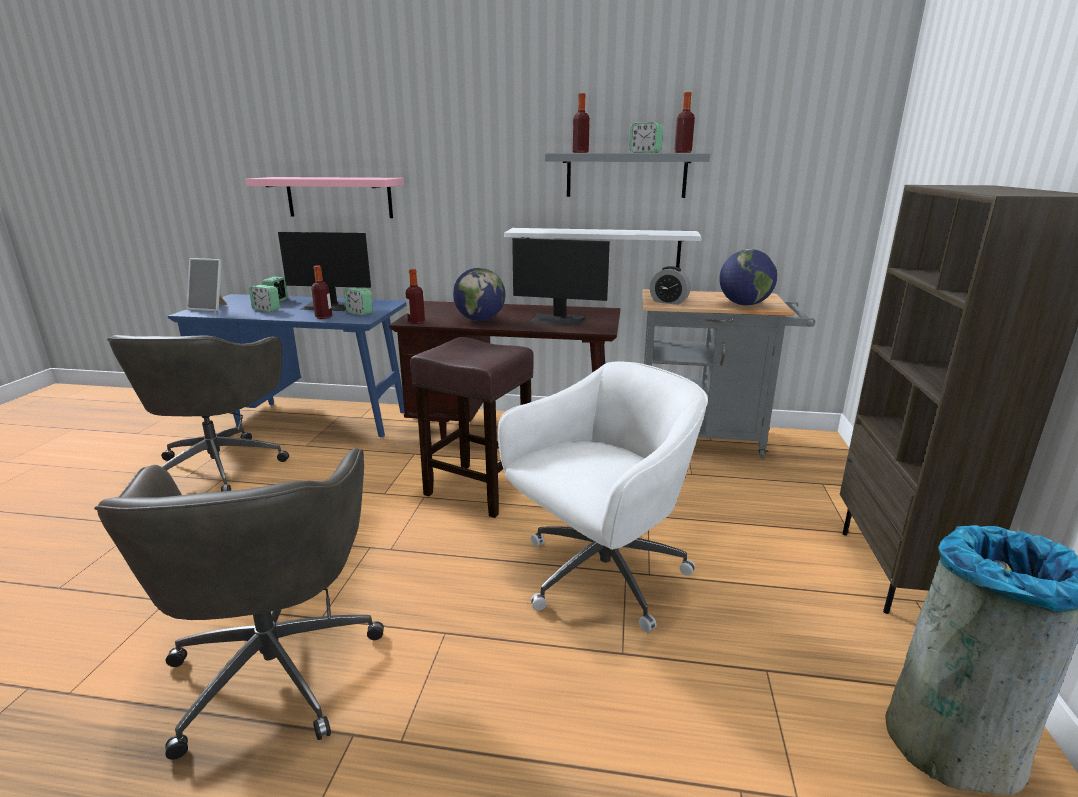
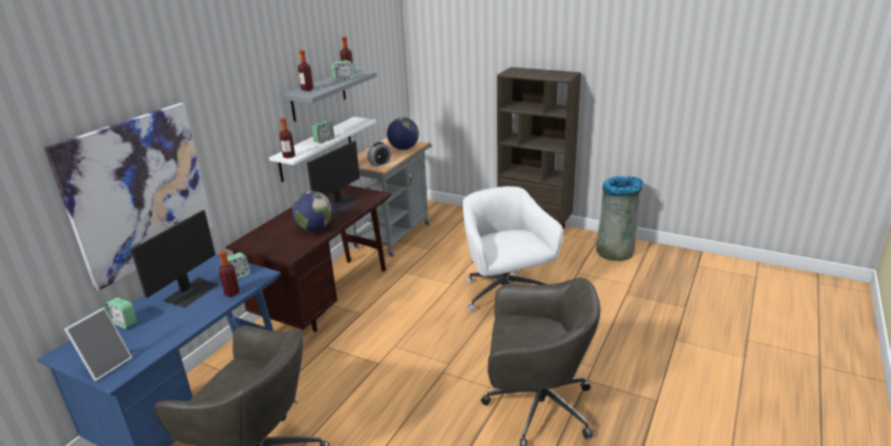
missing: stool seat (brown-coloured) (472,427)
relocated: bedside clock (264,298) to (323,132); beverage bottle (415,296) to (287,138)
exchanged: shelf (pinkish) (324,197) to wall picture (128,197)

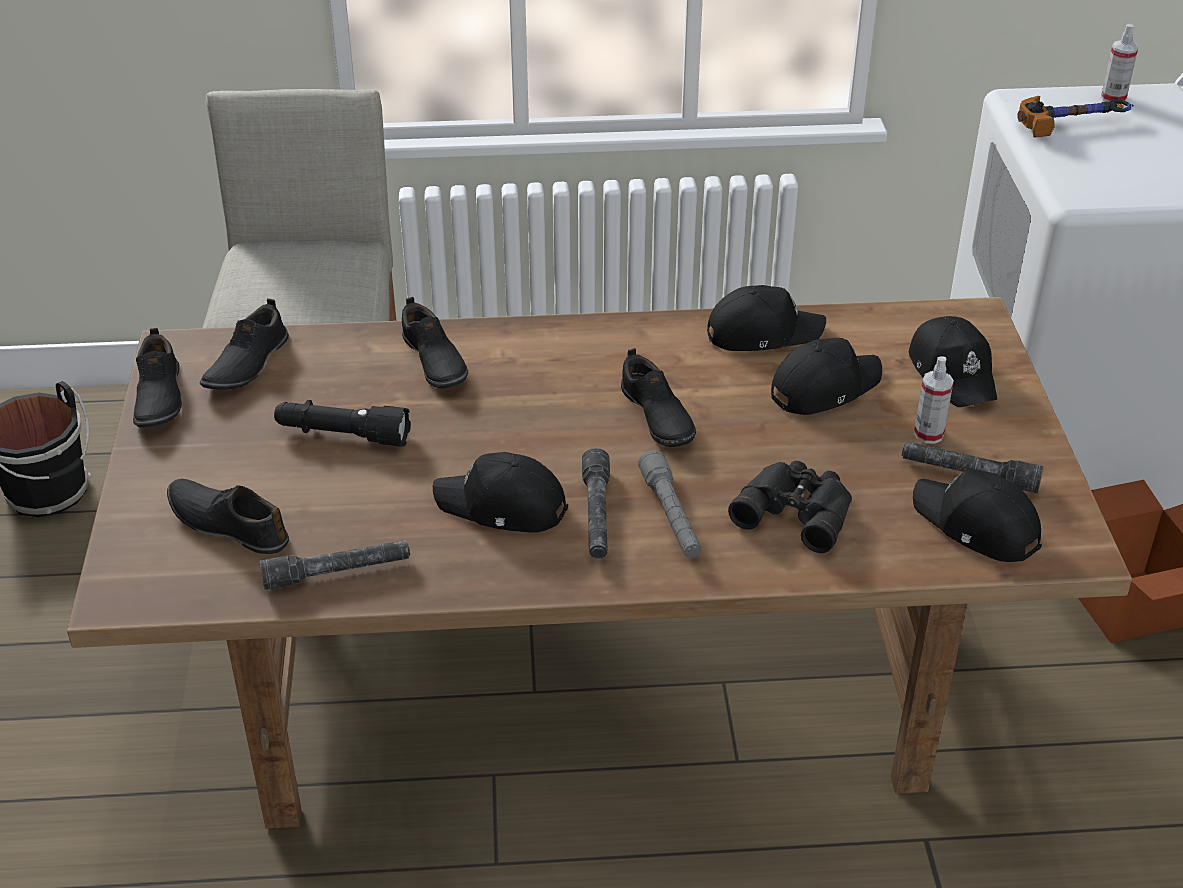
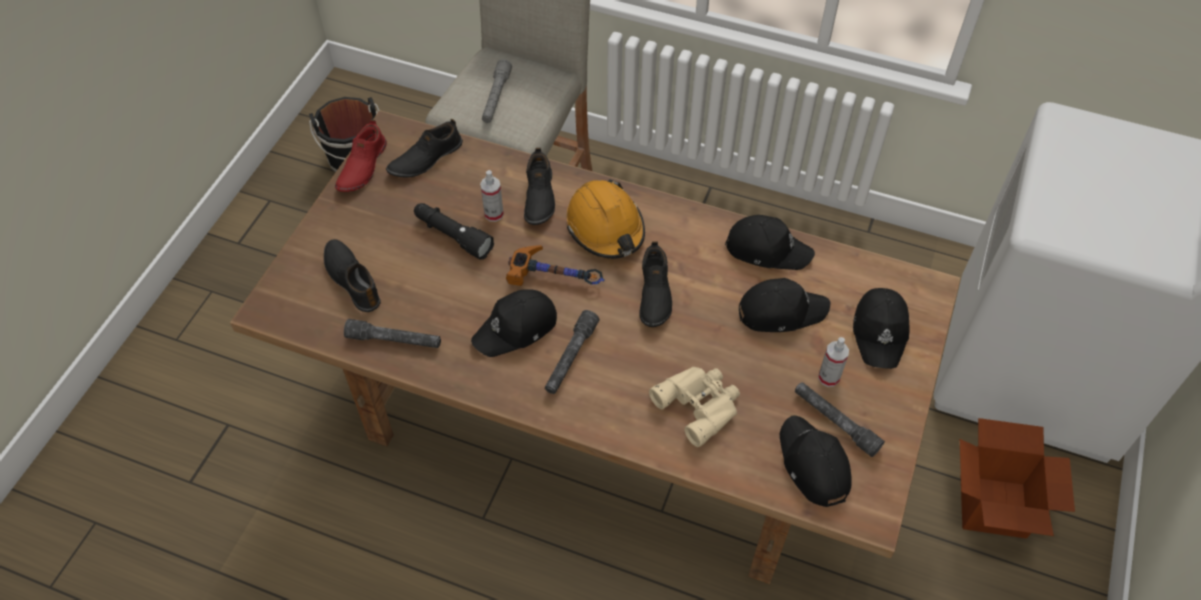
appeared: work helmet (orange) (606,219)
relocated: hand torch (greyish) (669,504) to (497,91); tool hammer (1075,117) to (555,265); sprayer (1119,63) to (492,196)
colour: low shoe (blackish) (157,377) to low shoe (red-coloured) (361,155); field glasses (blackish) (790,507) to field glasses (sand-coloured) (694,407)
spun: baseball cap (blackish) (500,492) = (514,323) 75 degrees counterclockwise

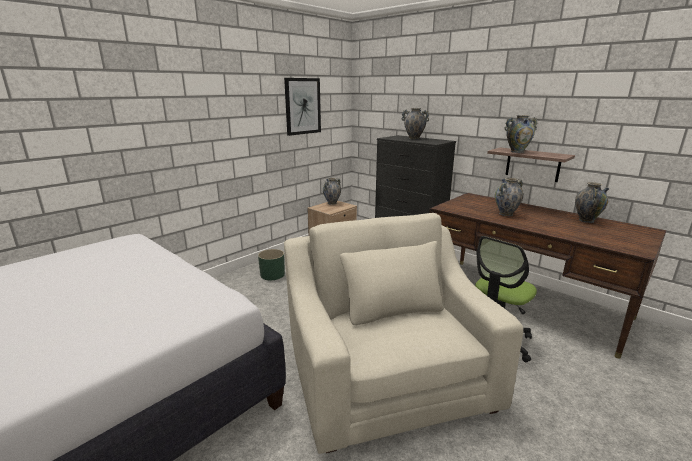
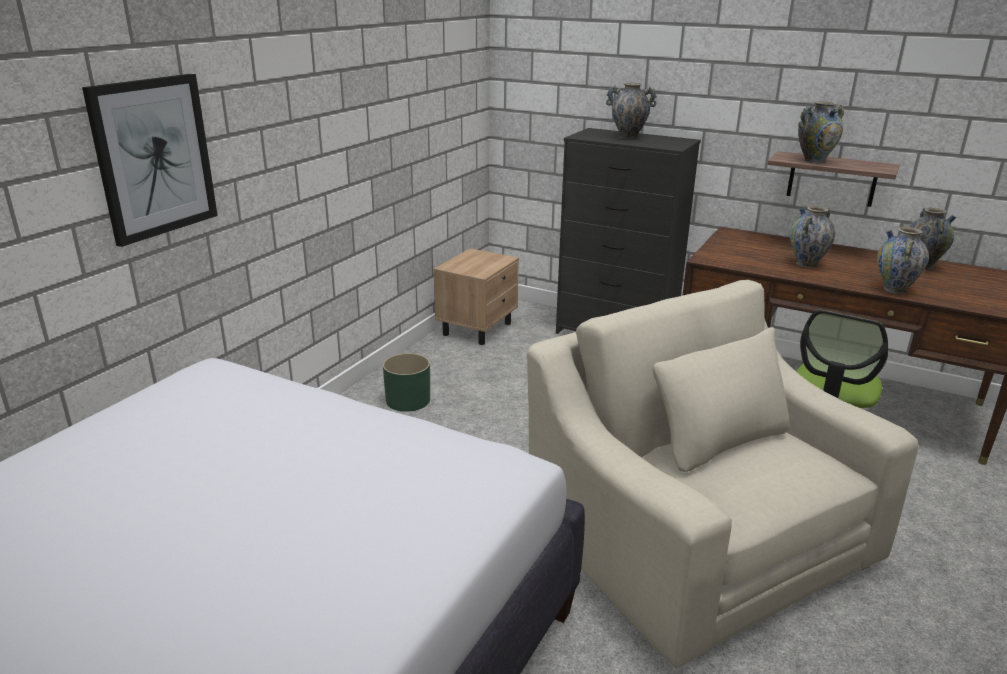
relocated: wall picture (302,107) to (150,160); vase (332,191) to (903,260)

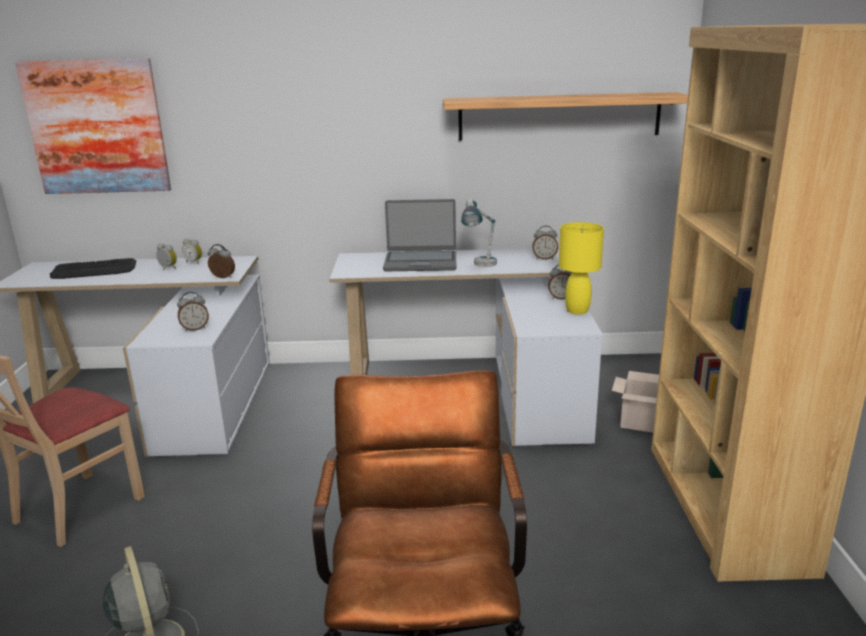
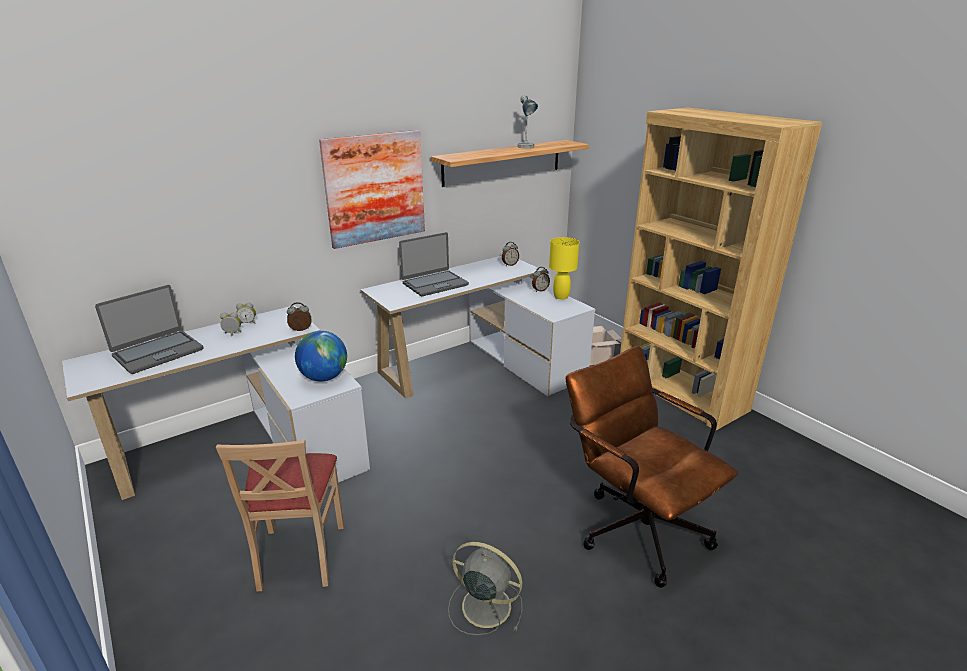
relocated: wall picture (93,126) to (372,189); tabletop lamp (479,233) to (528,122)
exchanged: PC keyboard (93,268) to notebook computer (149,329); bedside clock (193,311) to world globe (321,356)

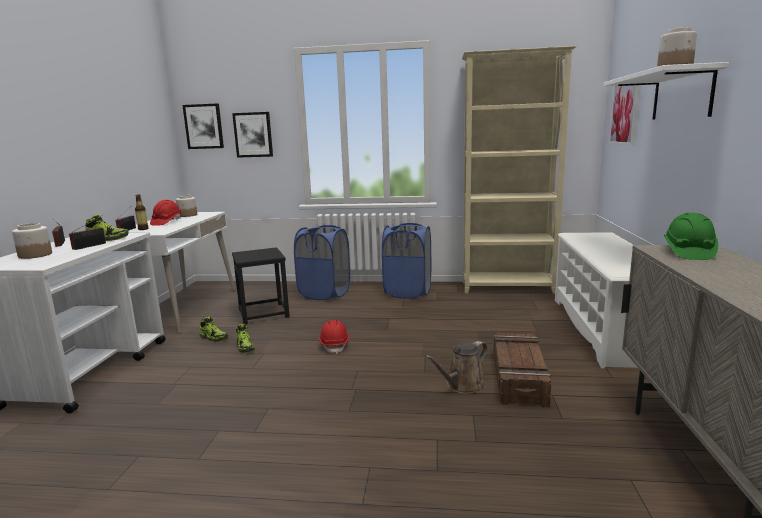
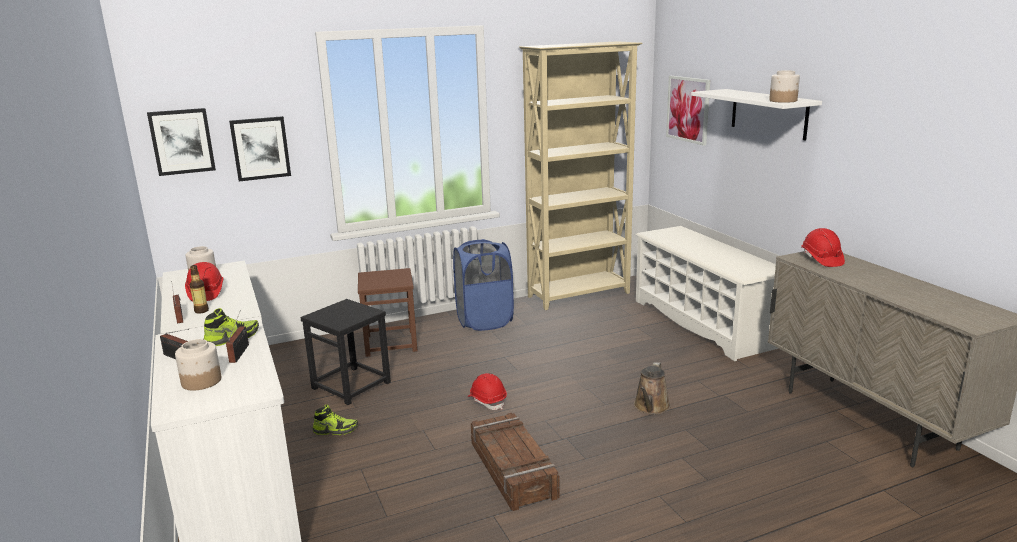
missing: low shoe (245,338)
relocated: packing crate (522,369) to (515,462)
exchanged: hamper (blue-coloured) (322,262) to stool seat (brown-coloured) (387,312)
colour: work helmet (green) (691,236) to work helmet (red-coloured) (823,247)

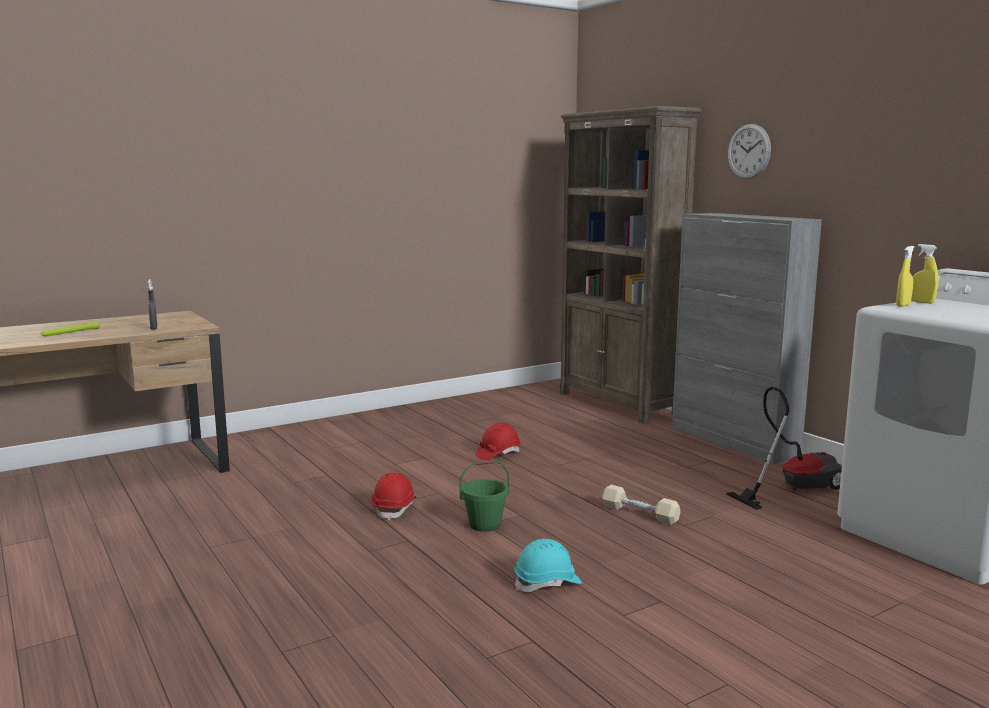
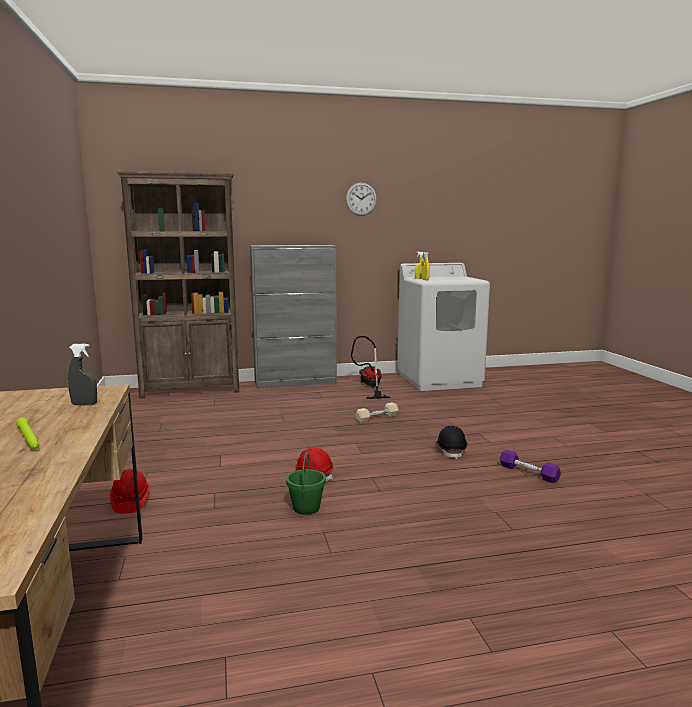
appeared: free weight (purplish) (530,466)
relocated: bucket (green) (485,496) to (306,483); work helmet (red-coloured) (498,441) to (130,491); wall clock (749,151) to (361,199)
colour: work helmet (blue-green) (548,565) to work helmet (blackish) (451,442)

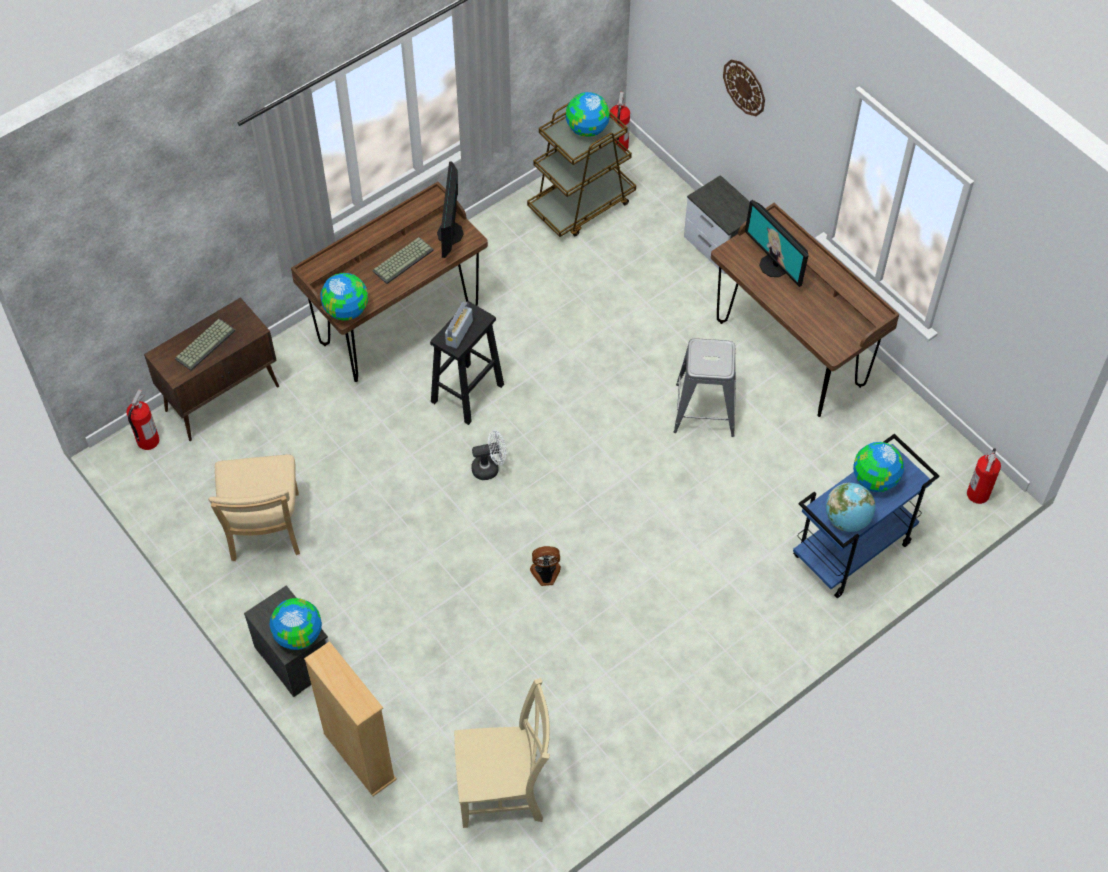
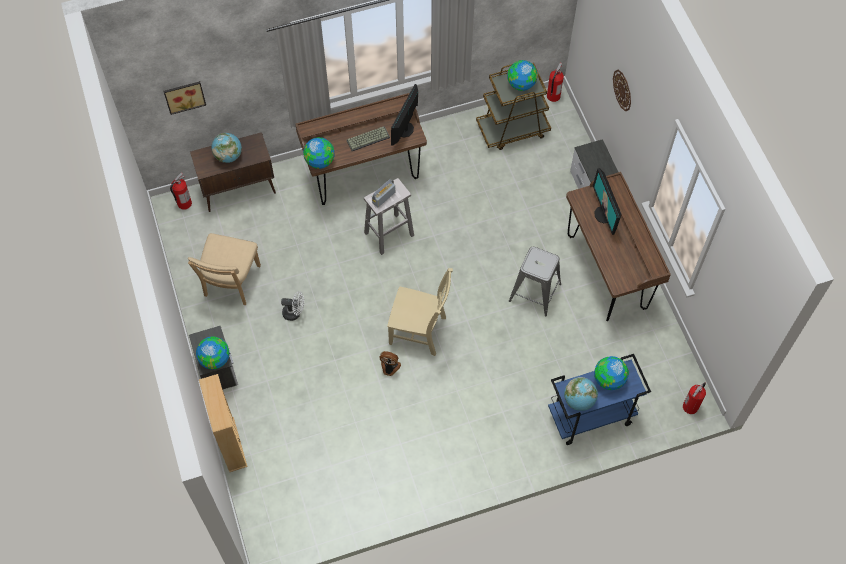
appeared: wall picture (185,98)
relocated: plain chair (sand-coloured) (502,753) to (420,312); cooling fan (white-coloured) (488,455) to (292,306)
exchanged: PC keyboard (205,345) to world globe (226,148)
colour: stool seat (blackish) (467,363) to stool seat (white-coloured) (389,216)

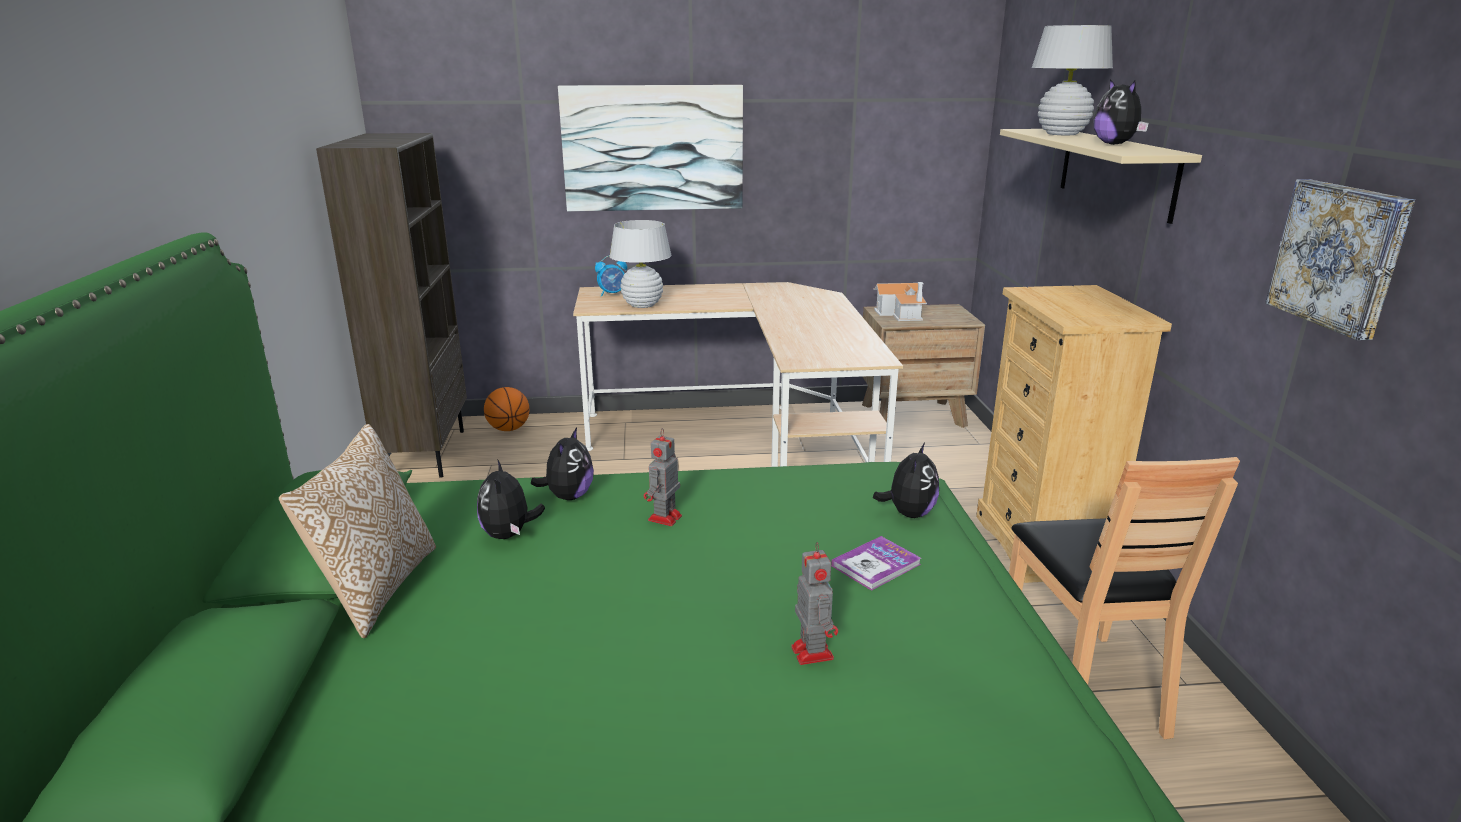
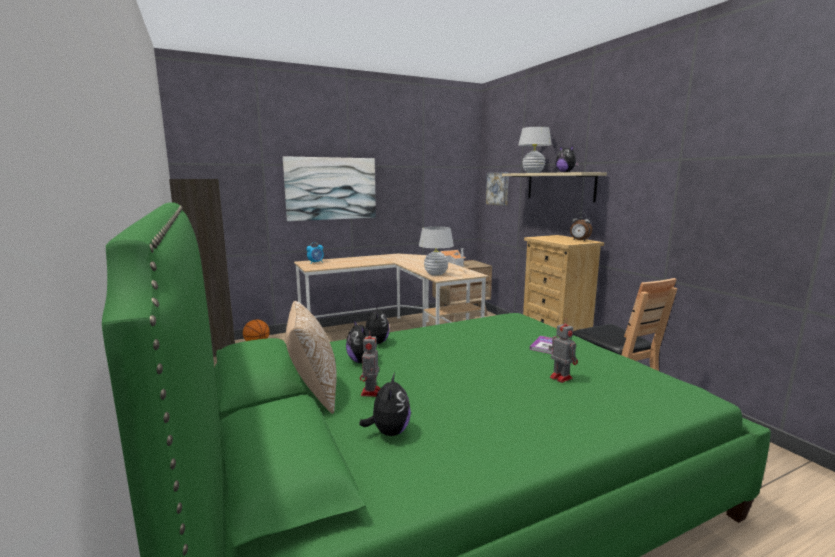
appeared: bedside clock (581,227)
relocated: tabletop lamp (white-coloured) (640,264) to (436,251); model robot (663,477) to (370,363); cuddly toy (906,480) to (385,404); wall picture (1340,259) to (497,189)

